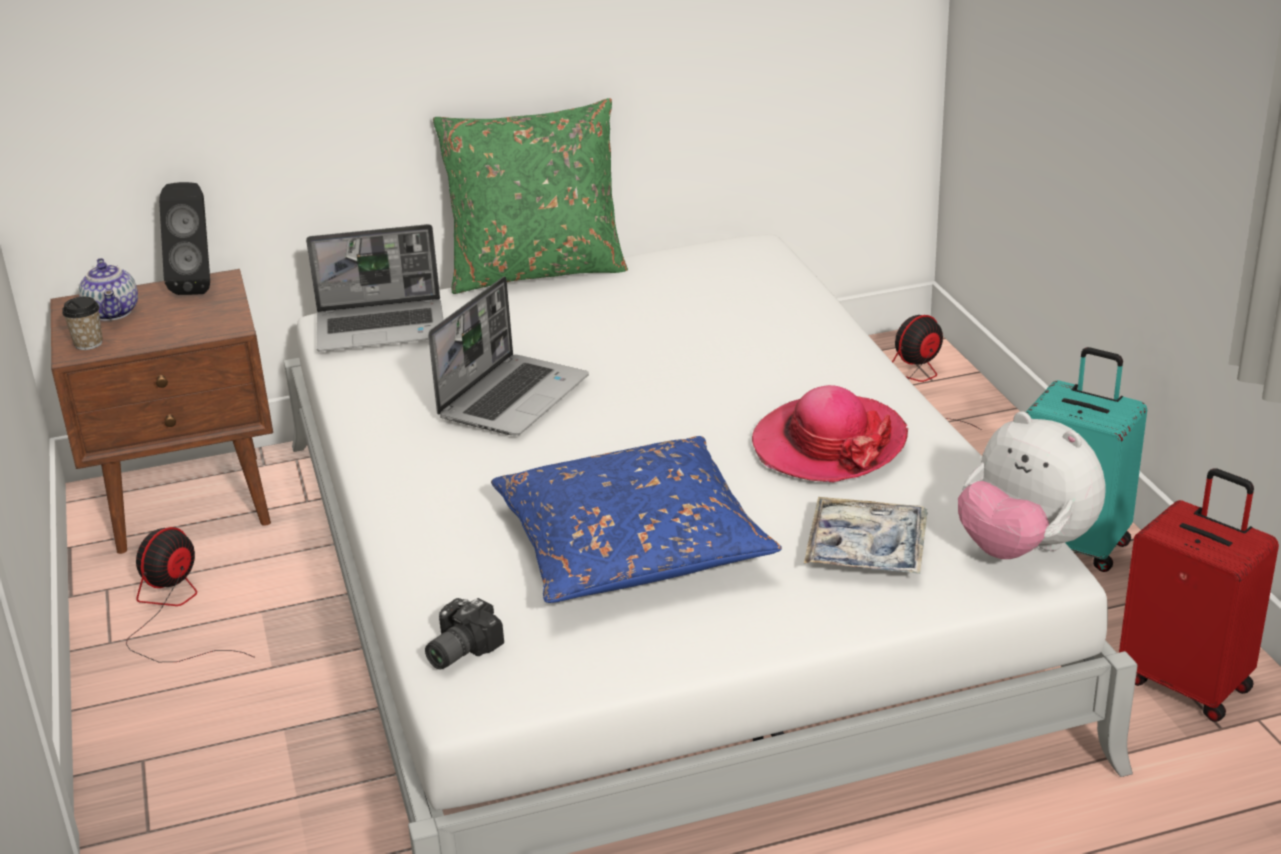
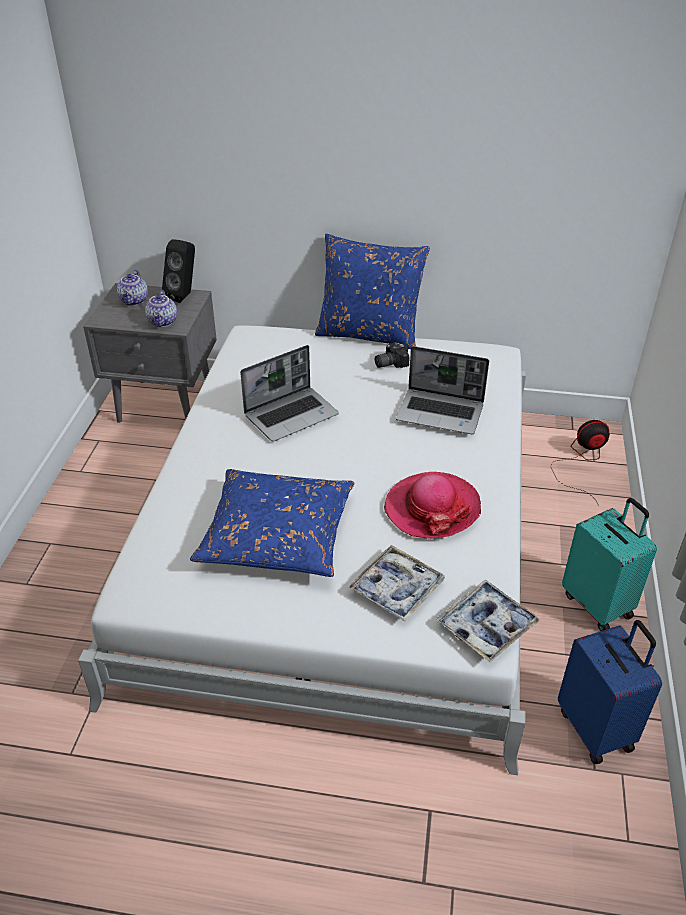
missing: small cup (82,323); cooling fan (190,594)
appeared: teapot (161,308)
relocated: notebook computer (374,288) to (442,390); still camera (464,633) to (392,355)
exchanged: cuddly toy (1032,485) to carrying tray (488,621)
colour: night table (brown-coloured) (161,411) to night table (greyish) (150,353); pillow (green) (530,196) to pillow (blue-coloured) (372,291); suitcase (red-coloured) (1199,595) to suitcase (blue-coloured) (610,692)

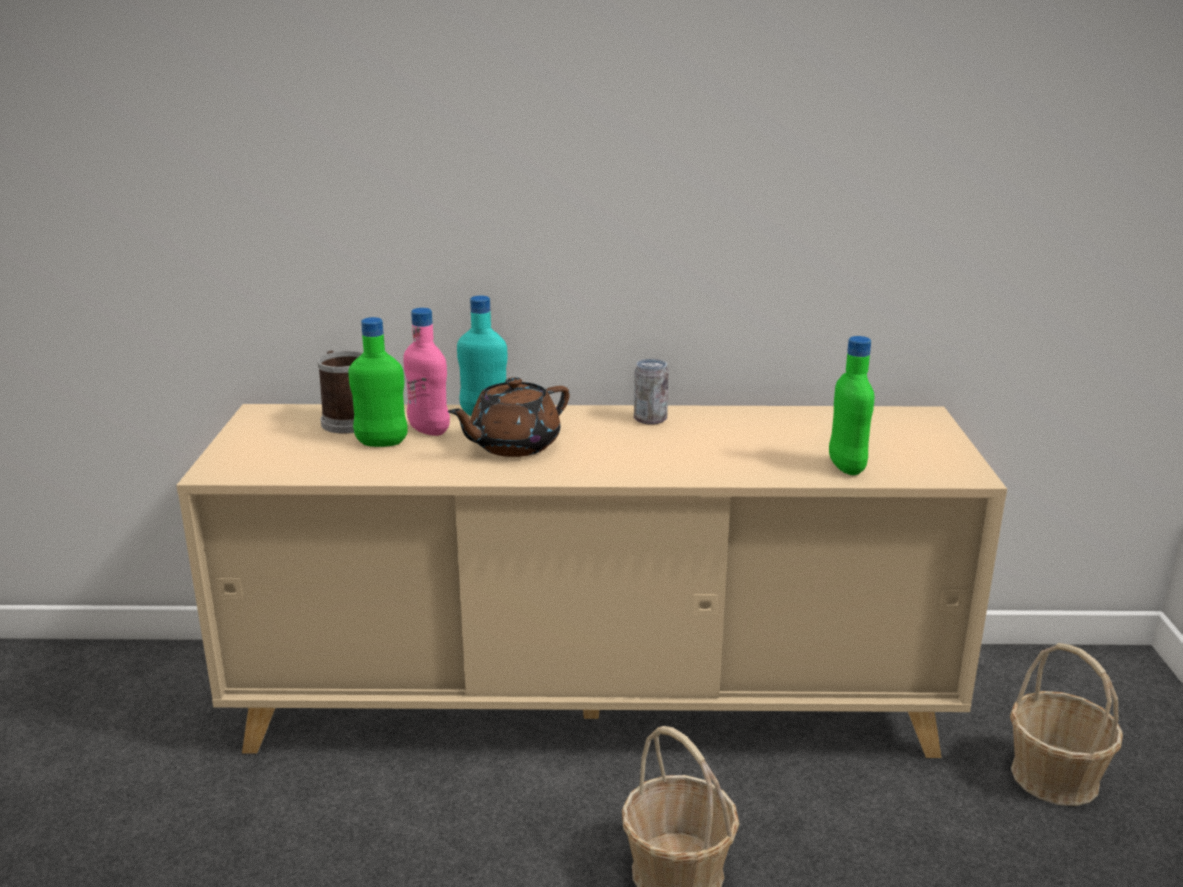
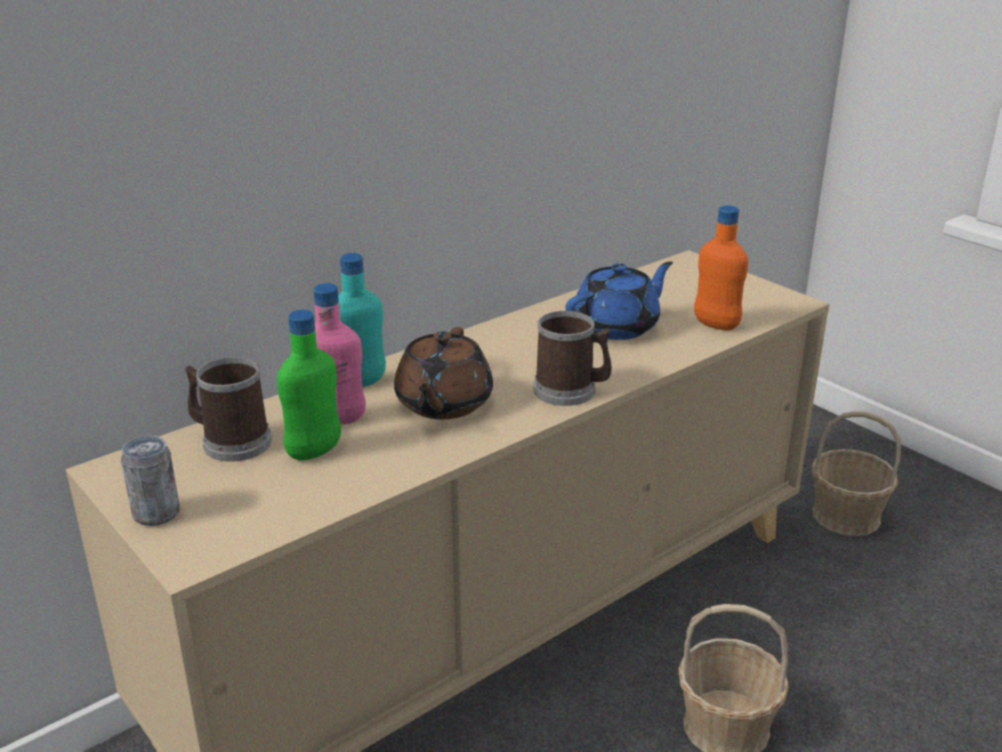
appeared: mug (572,358); teapot (blue-coloured) (619,300)
relocated: can (651,392) to (150,481)
colour: beverage bottle (green) (851,405) to beverage bottle (orange) (721,267)

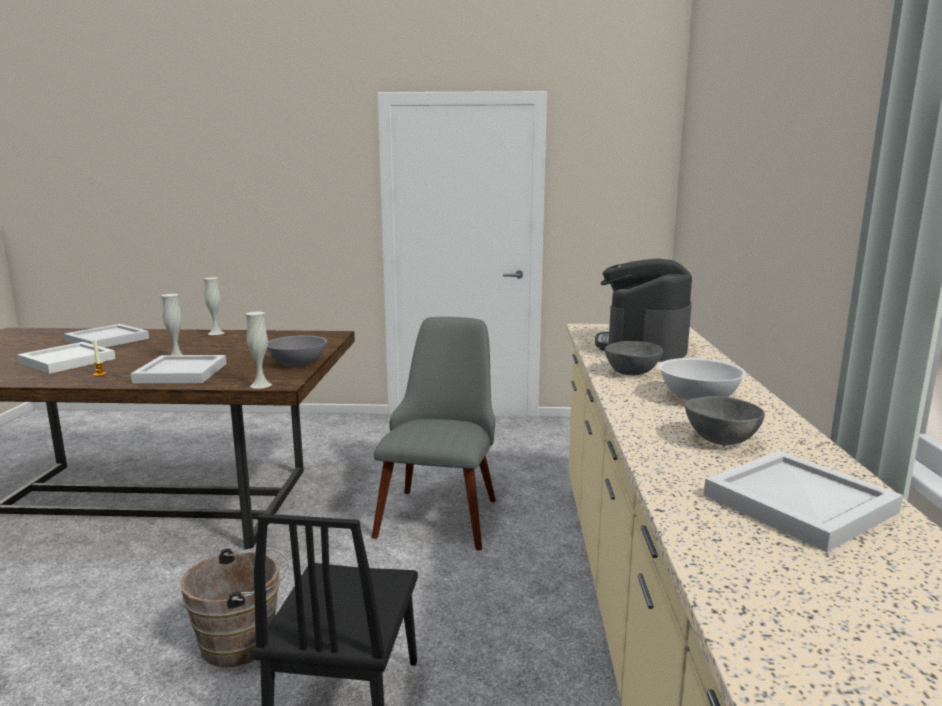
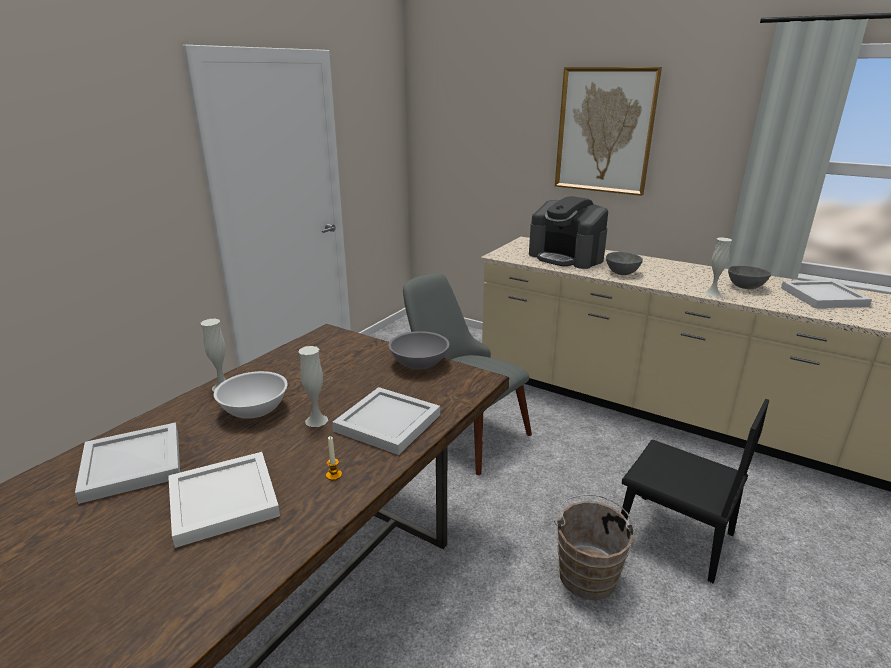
appeared: wall picture (608,131)
relocated: vase (white-coloured) (258,350) to (718,267); serving bowl (white-coloured) (702,379) to (251,395)

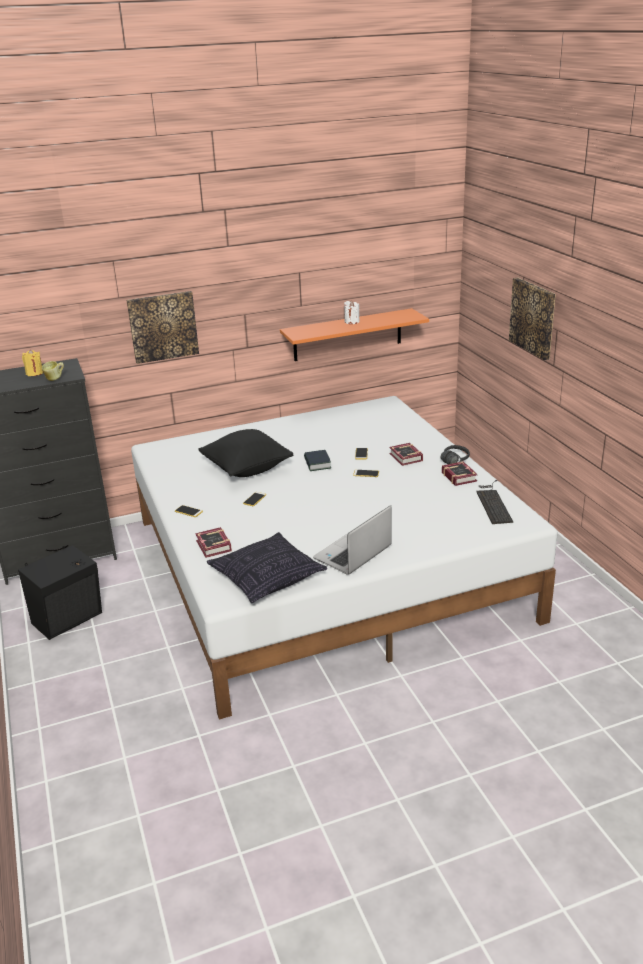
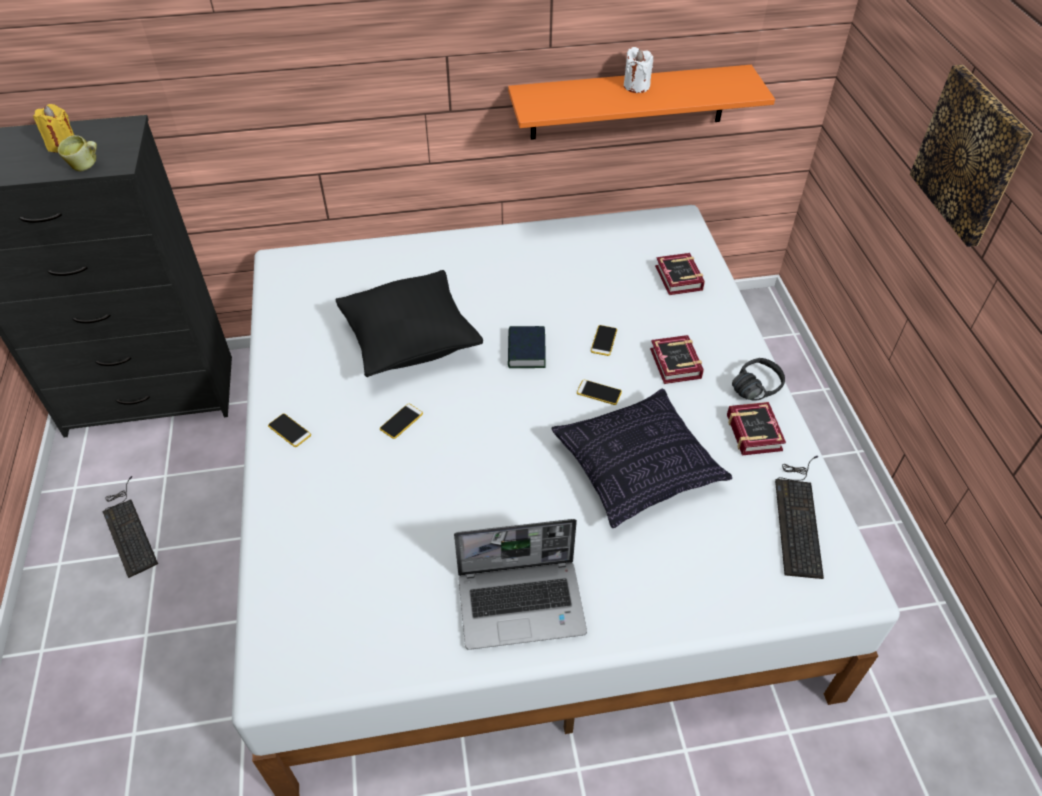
missing: wall picture (163,327)
relocated: volume (213,542) to (680,274); pillow (267,567) to (641,458)
exchanged: speaker (blackish) (60,592) to PC keyboard (130,527)
spun: notebook computer (352,540) = (520,584) 150 degrees counterclockwise

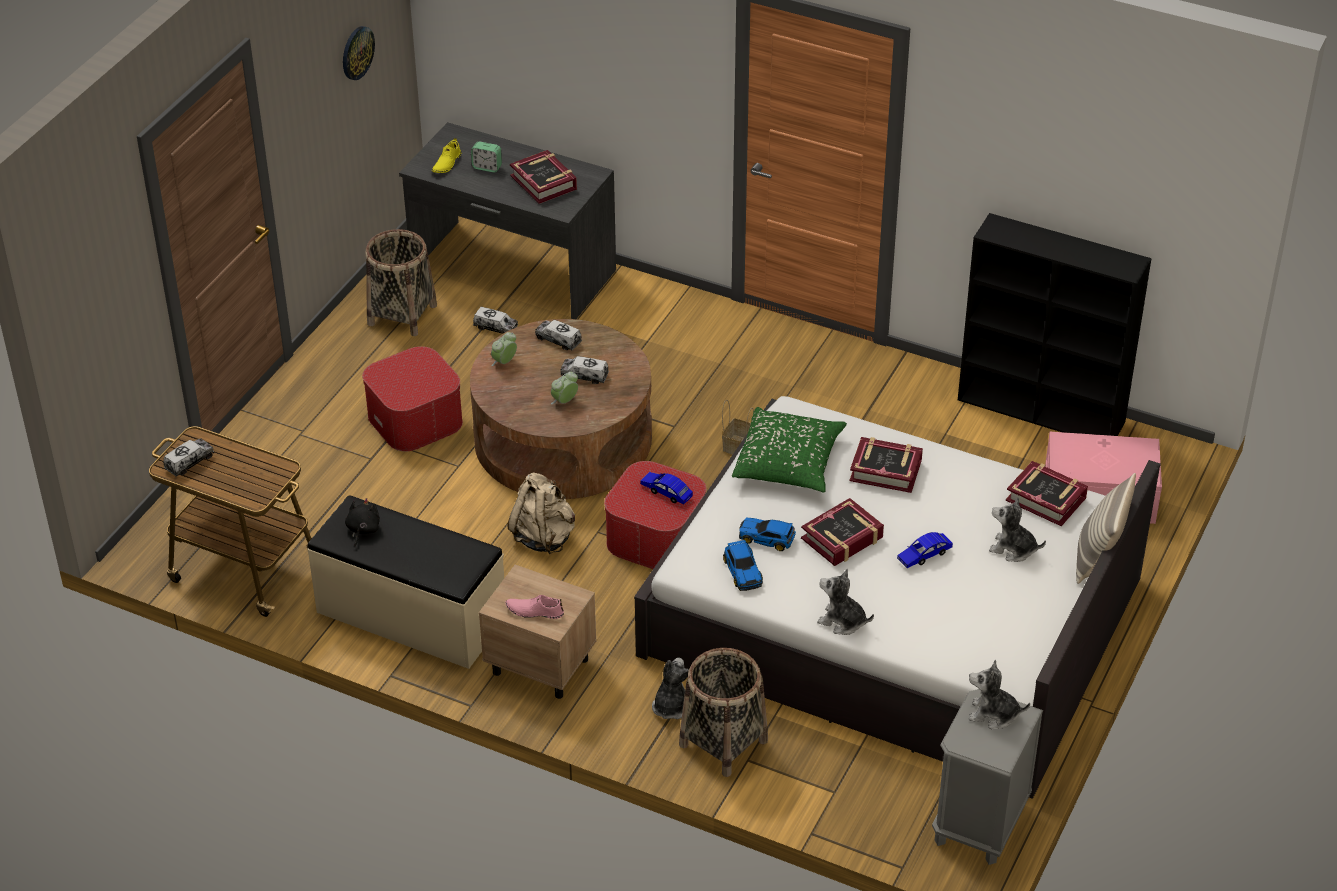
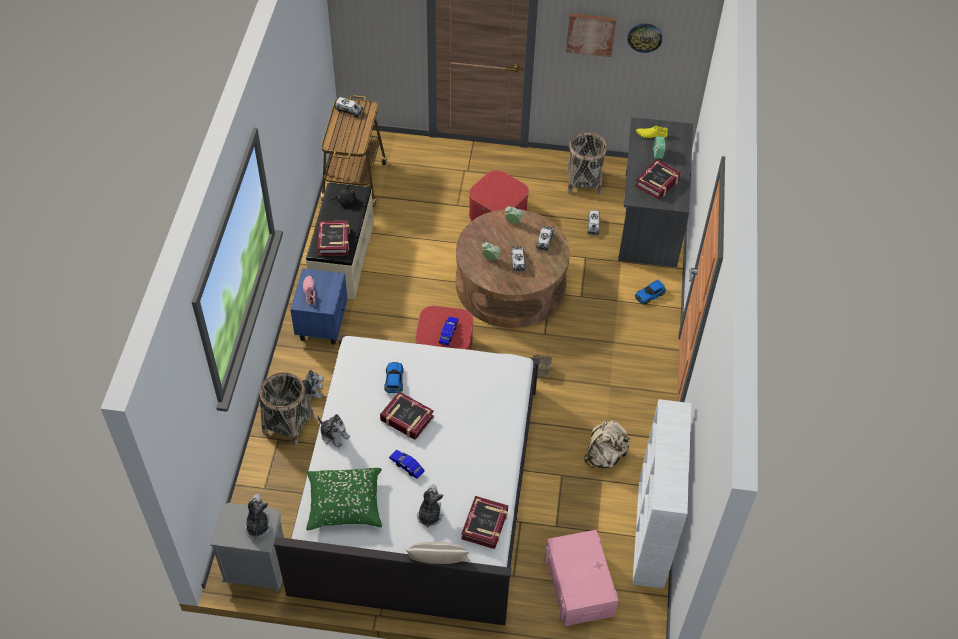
appeared: wall picture (591,35)
relocated: rucksack (sand-coloured) (541,513) to (607,444); toy car (743,565) to (650,292); pillow (green) (789,449) to (344,499); volume (886,465) to (333,238)
colour: night table (sand-coloured) (537,632) to night table (blue-coloured) (319,306); bookshelf (blackish) (1055,324) to bookshelf (white-coloured) (661,494)
spun: cuddly toy (845,602) = (334,431) 120 degrees clockwise

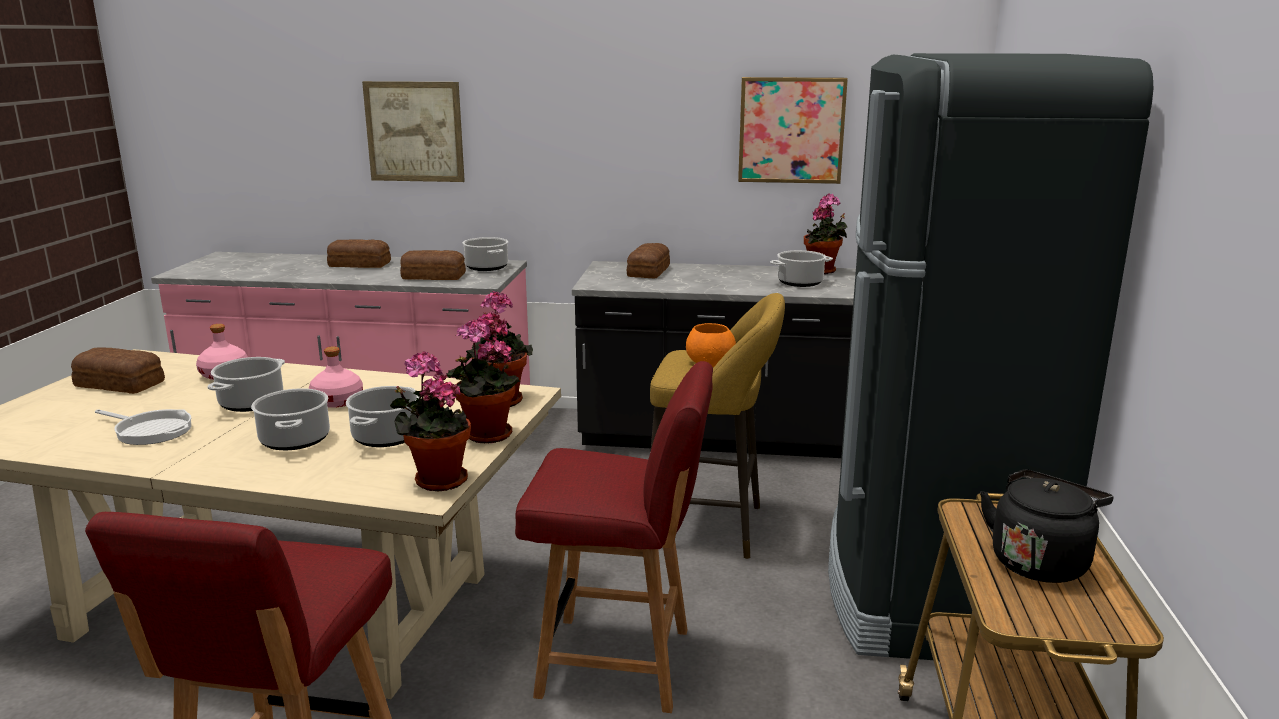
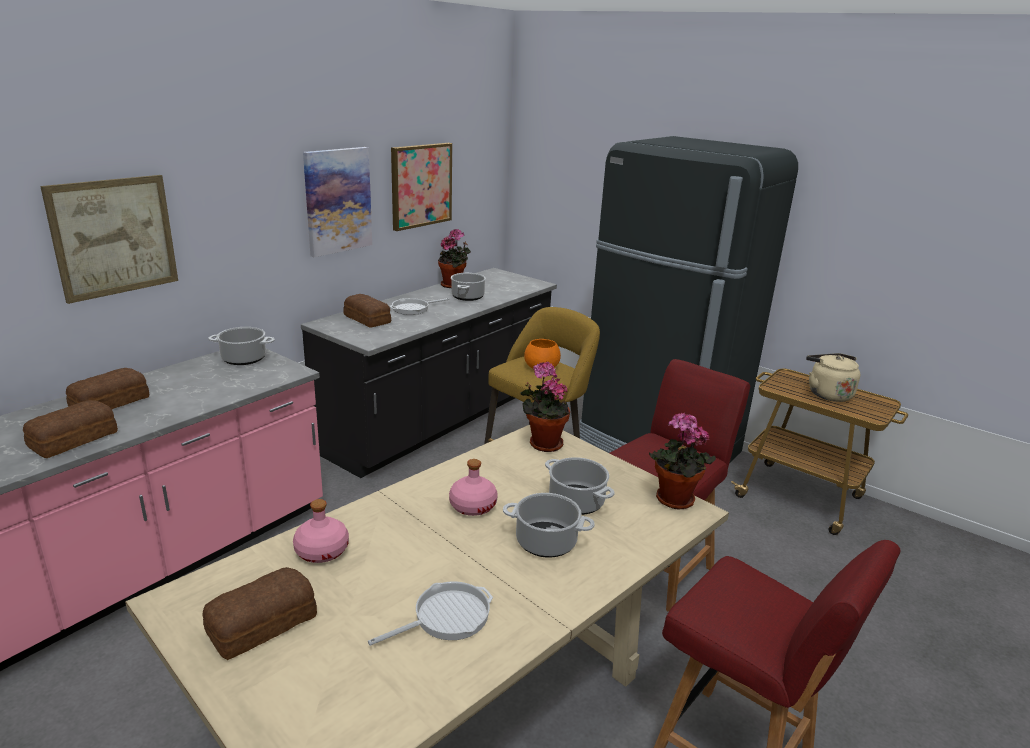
missing: cooking pot (246,384); potted plant (483,381)
appeared: wall picture (337,202); skillet (419,306)
relocated: baked bread (433,265) to (70,429)
colour: tea kettle (blackish) (1046,526) to tea kettle (sand-coloured) (833,377)

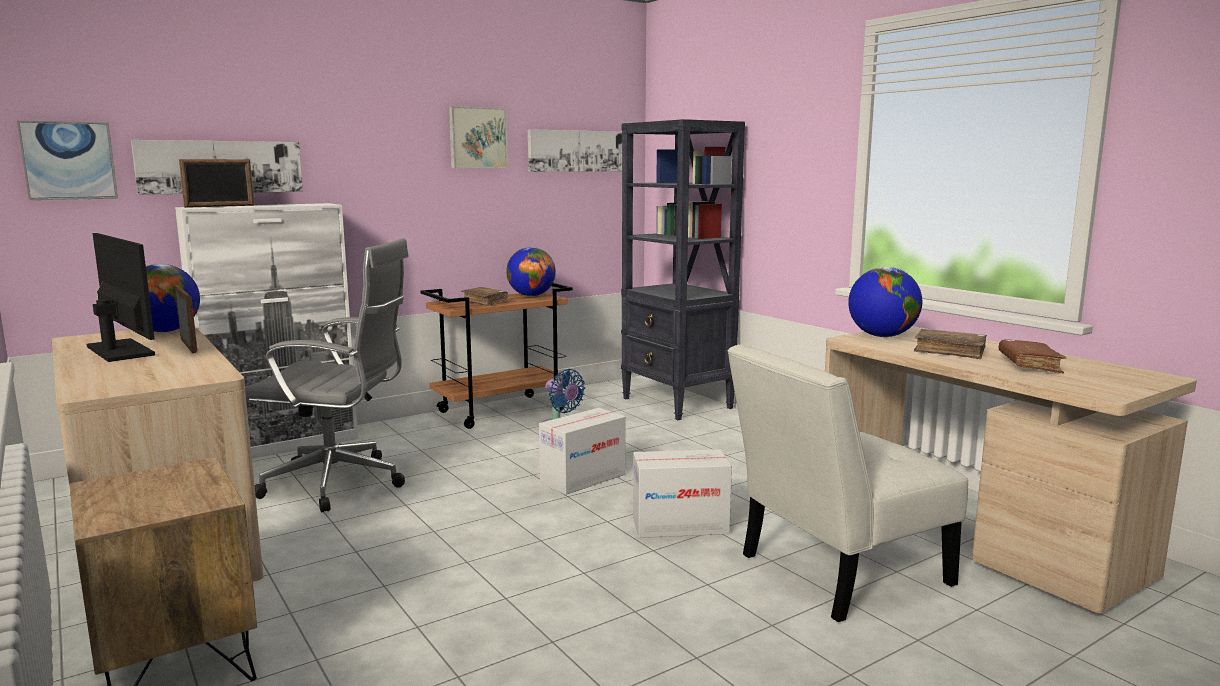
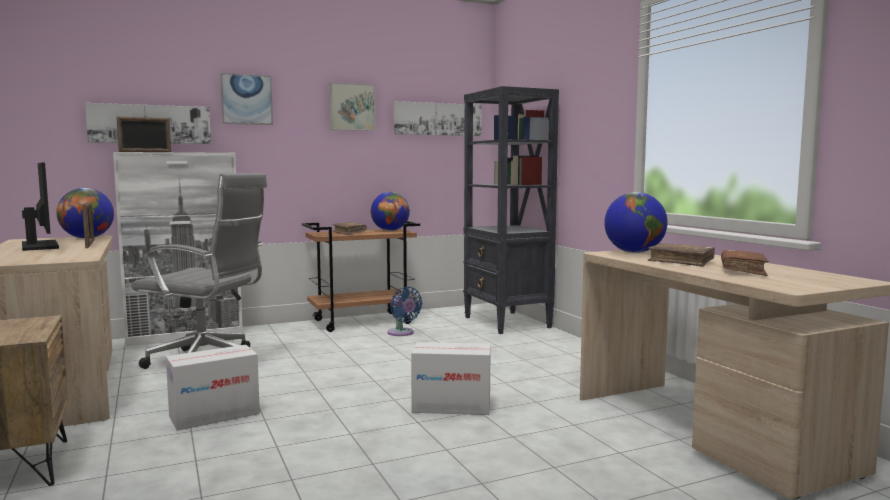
missing: plain chair (white-coloured) (848,483)
relocated: wall picture (67,160) to (246,99); carton (582,451) to (213,388)

